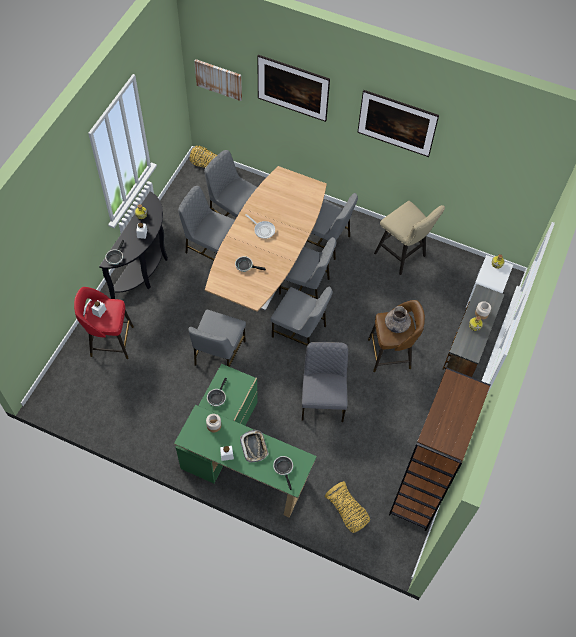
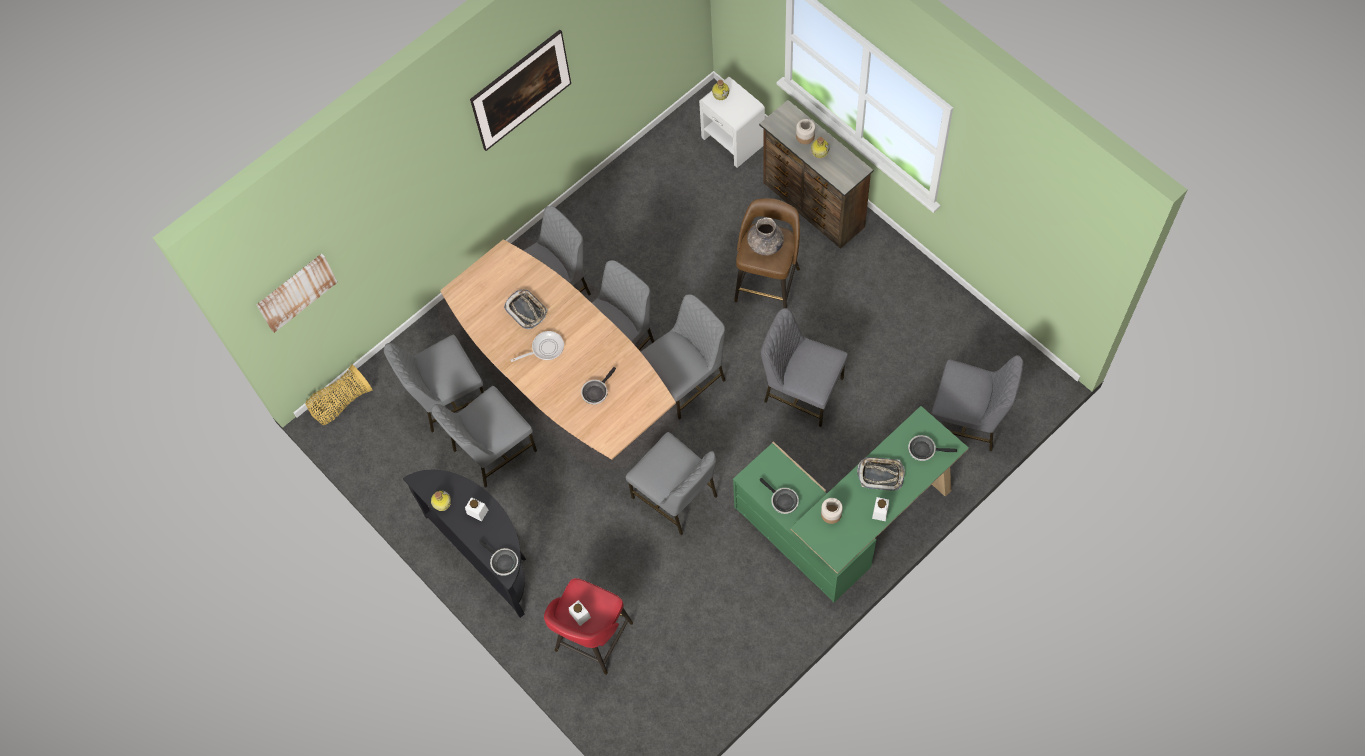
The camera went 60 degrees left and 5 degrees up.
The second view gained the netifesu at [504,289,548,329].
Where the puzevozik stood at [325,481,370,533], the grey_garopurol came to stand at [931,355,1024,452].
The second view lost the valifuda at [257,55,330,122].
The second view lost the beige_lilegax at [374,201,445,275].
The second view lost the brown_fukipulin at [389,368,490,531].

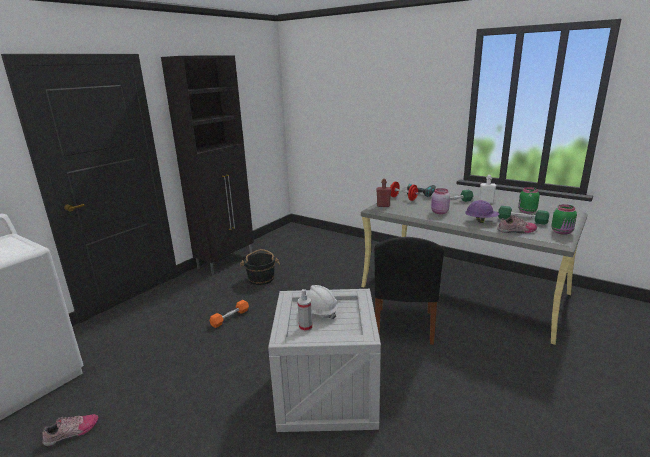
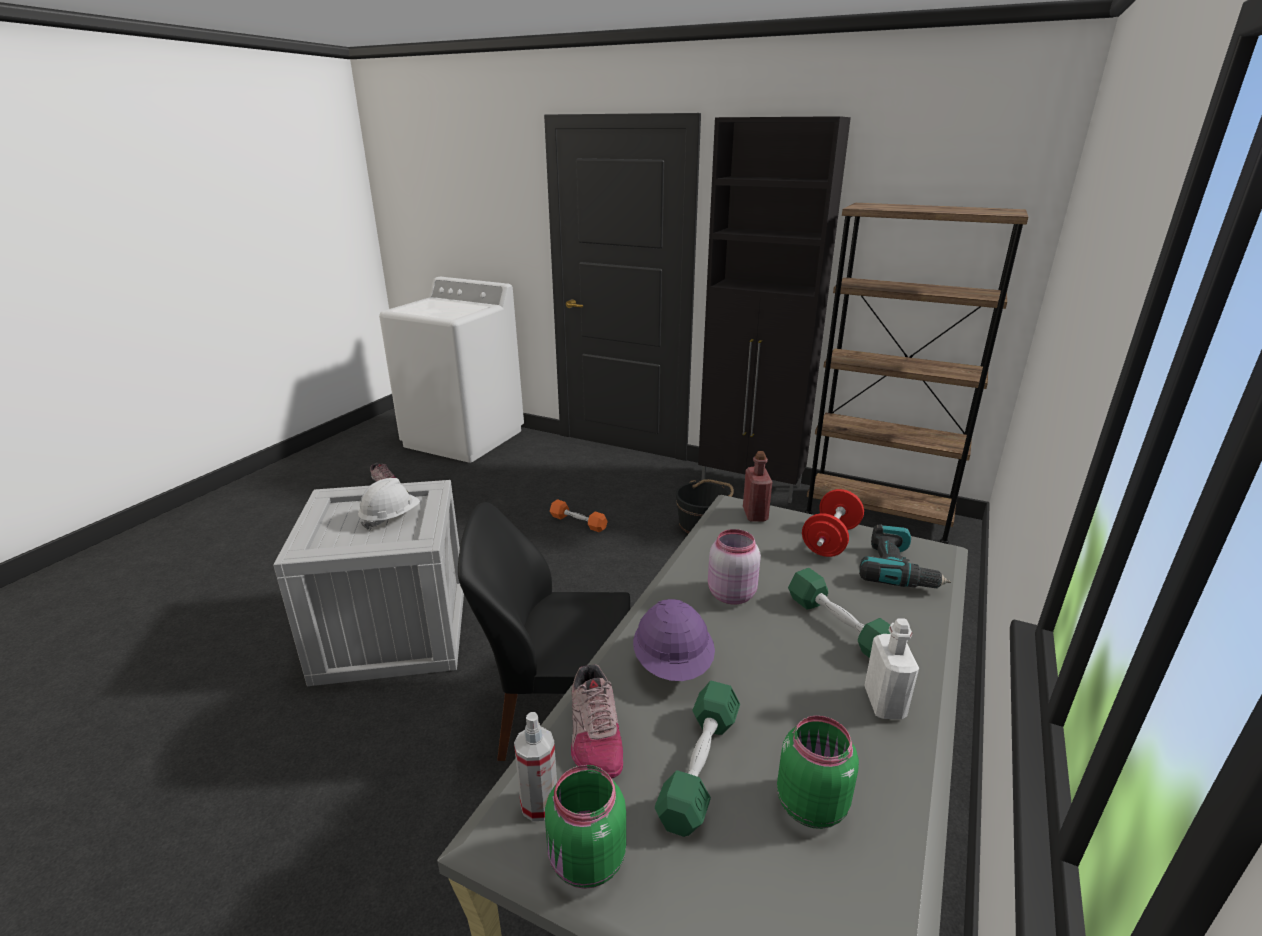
The camera went 80 degrees right and 5 degrees up.
The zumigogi ended up elsewhere, having gone from [297,289,313,332] to [514,712,557,821].
The second view gained the brown_fukipulin at [805,203,1028,544].

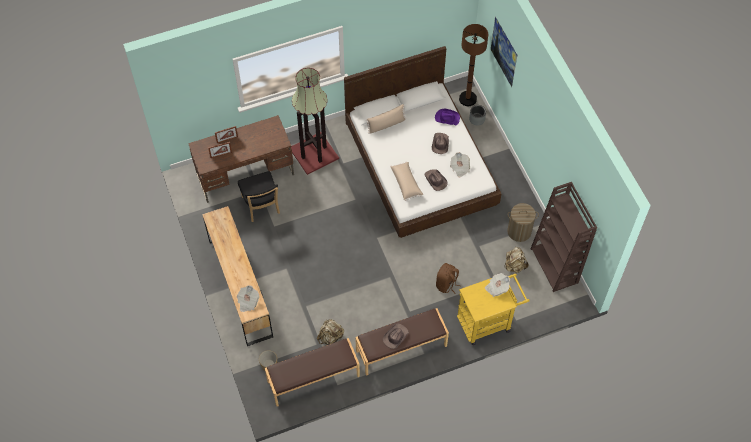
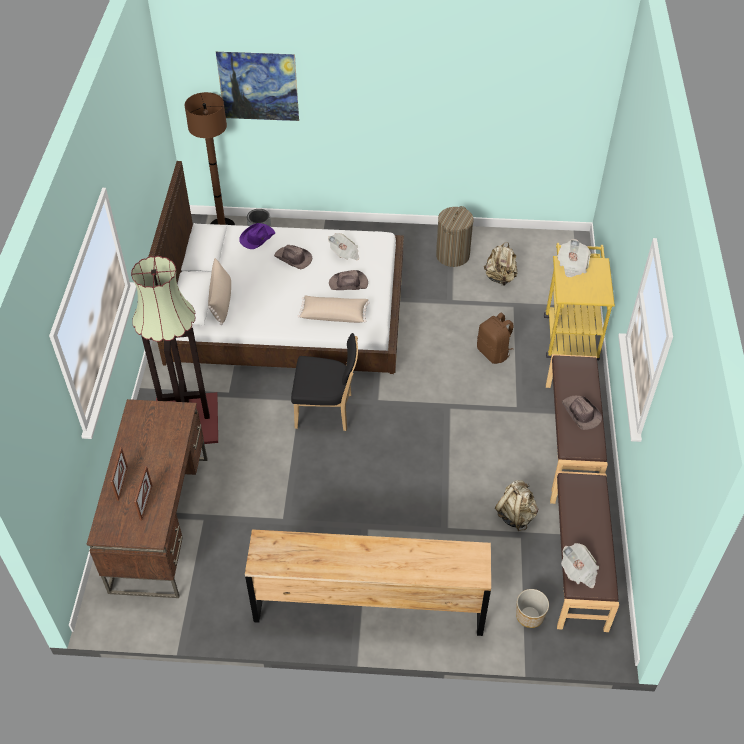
The camera went 65 degrees left and 10 degrees down.
The black_garopurol ended up elsewhere, having gone from [238,171,280,222] to [291,333,358,431].
The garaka ended up elsewhere, having gone from [237,285,259,312] to [561,543,599,588].
The second view lost the brown_fukipulin at [531,182,597,292].

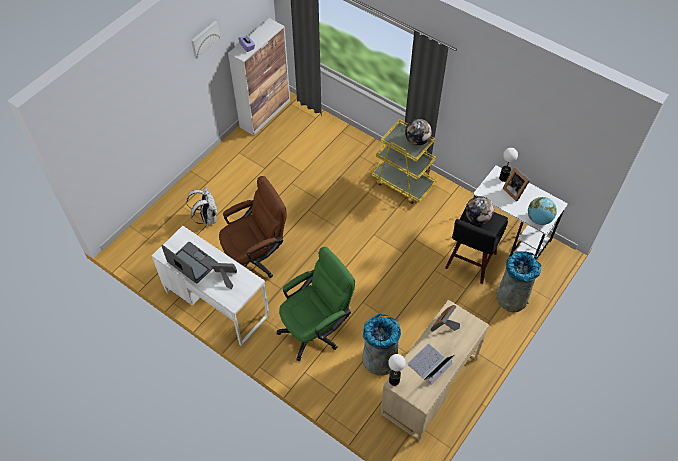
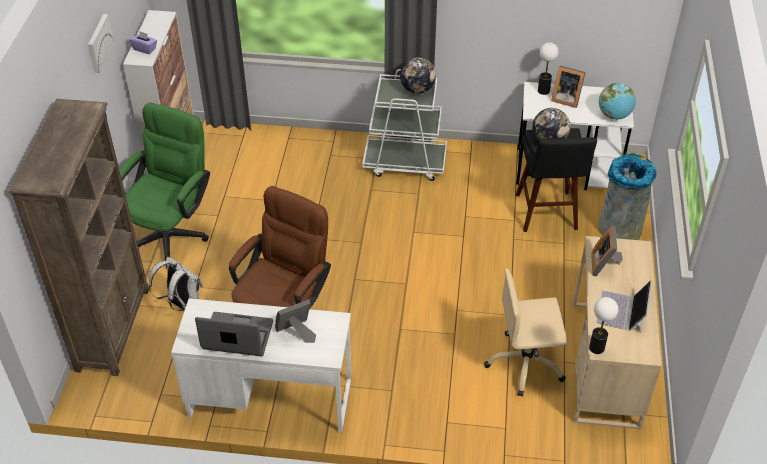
The camera went 30 degrees left and 10 degrees down.
The second view gained the brown_fukipulin at [8,99,149,376].
The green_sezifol ended up elsewhere, having gone from [277,247,355,361] to [119,102,210,269].
What was the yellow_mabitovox at [371,119,437,204] turned into the white_mabitovox at [362,69,447,181].
Where the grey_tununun stood at [362,314,401,375], the beige_sezifol came to stand at [484,268,568,397].

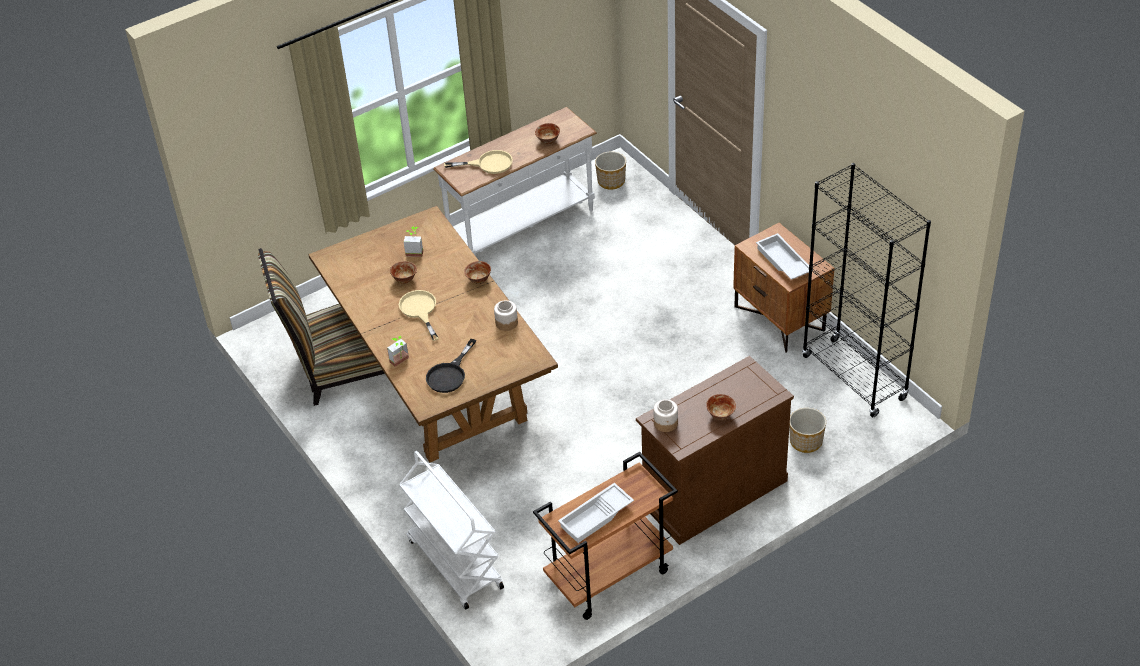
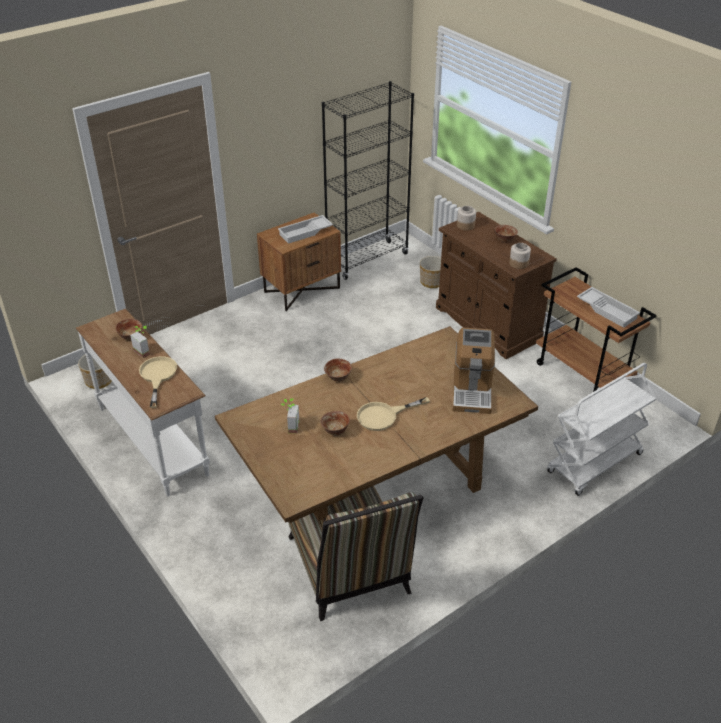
The camera went 95 degrees left and 5 degrees down.
The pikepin ended up elsewhere, having gone from [387,336,409,367] to [130,326,150,358].
Where the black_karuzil stood at [426,339,476,393], the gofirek came to stand at [453,328,495,414].
The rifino ended up elsewhere, having gone from [494,300,518,331] to [457,206,476,230].

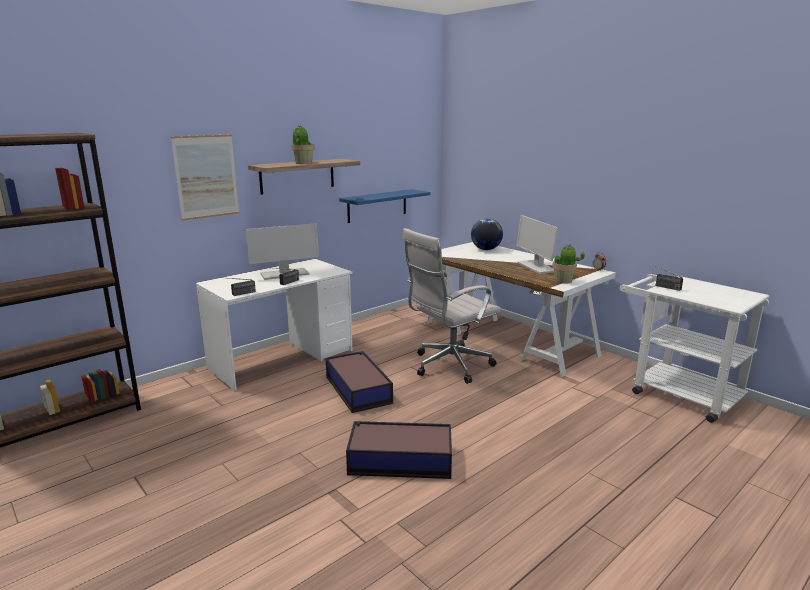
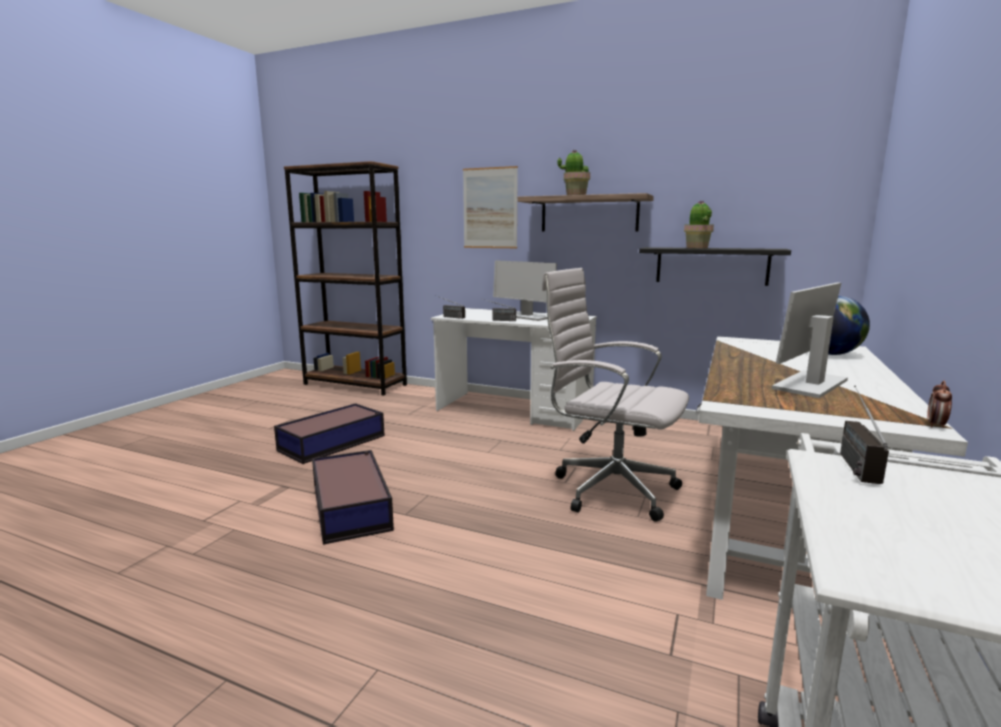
The camera went 65 degrees right and 5 degrees down.
The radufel ended up elsewhere, having gone from [326,351,393,413] to [274,403,385,464].
What was the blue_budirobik at [339,189,430,223] turned into the black_budirobik at [639,247,791,286].
The pikepin ended up elsewhere, having gone from [552,244,585,284] to [684,201,714,249].

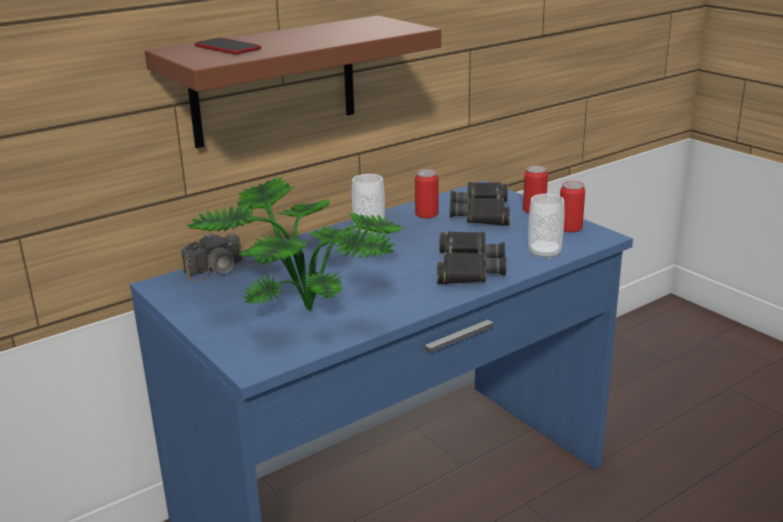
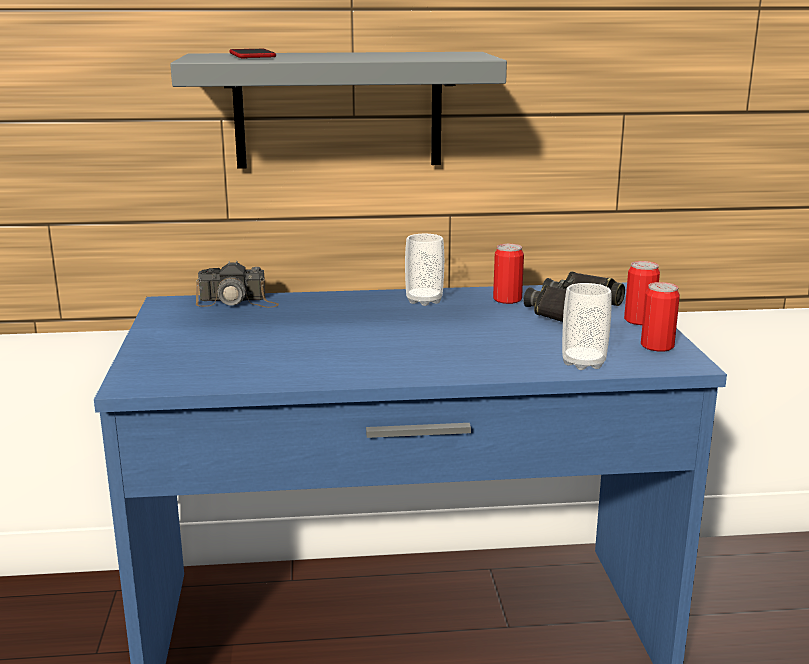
The camera went 30 degrees right and 5 degrees down.
What was the brown_budirobik at [145,15,441,148] turned into the grey_budirobik at [170,52,507,169].
The second view lost the pikepin at [187,177,404,311].
The second view lost the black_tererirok at [437,231,506,284].

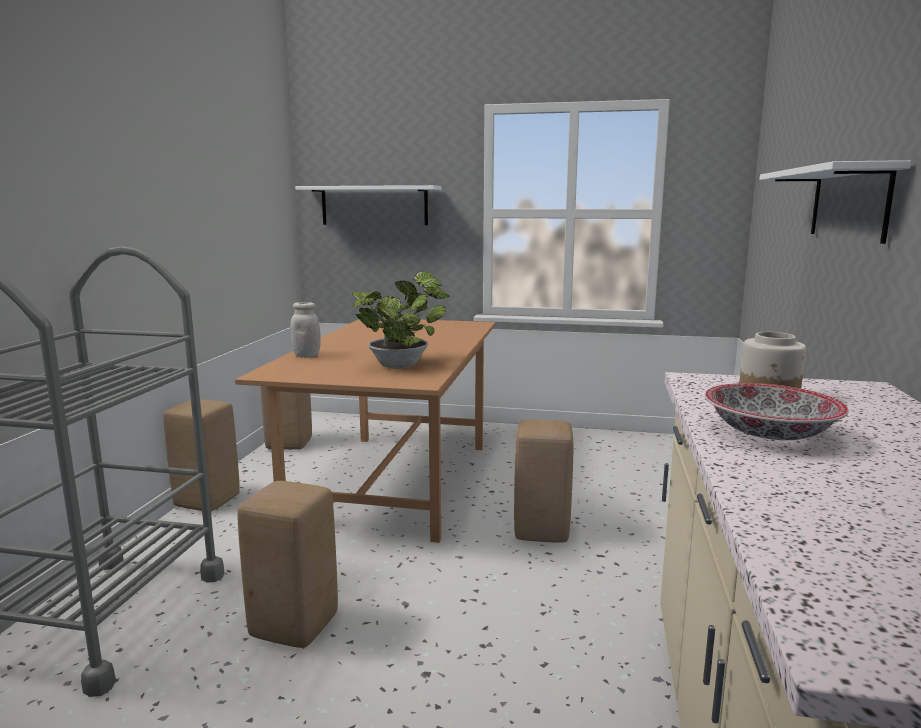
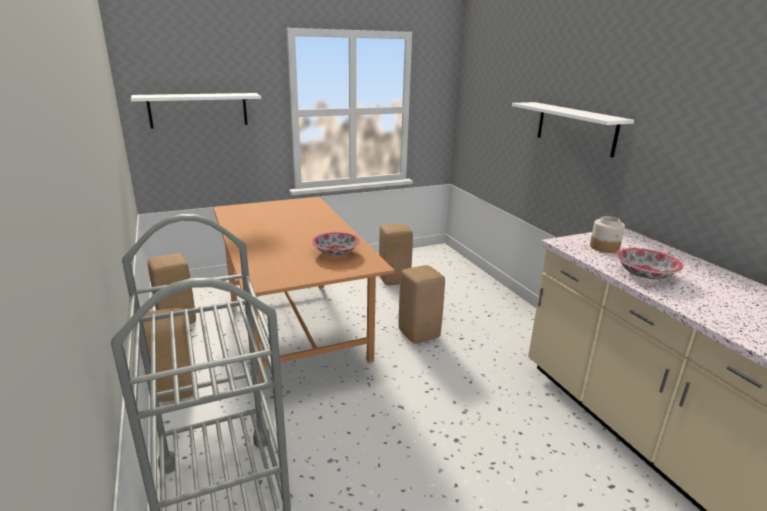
The camera went 35 degrees left and 10 degrees up.
Where the pikepin stood at [352,271,450,369], the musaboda came to stand at [312,232,360,256].
The beige_lilegax ended up elsewhere, having gone from [237,481,338,648] to [379,223,413,285].
The second view lost the white_rifino at [290,302,321,358].

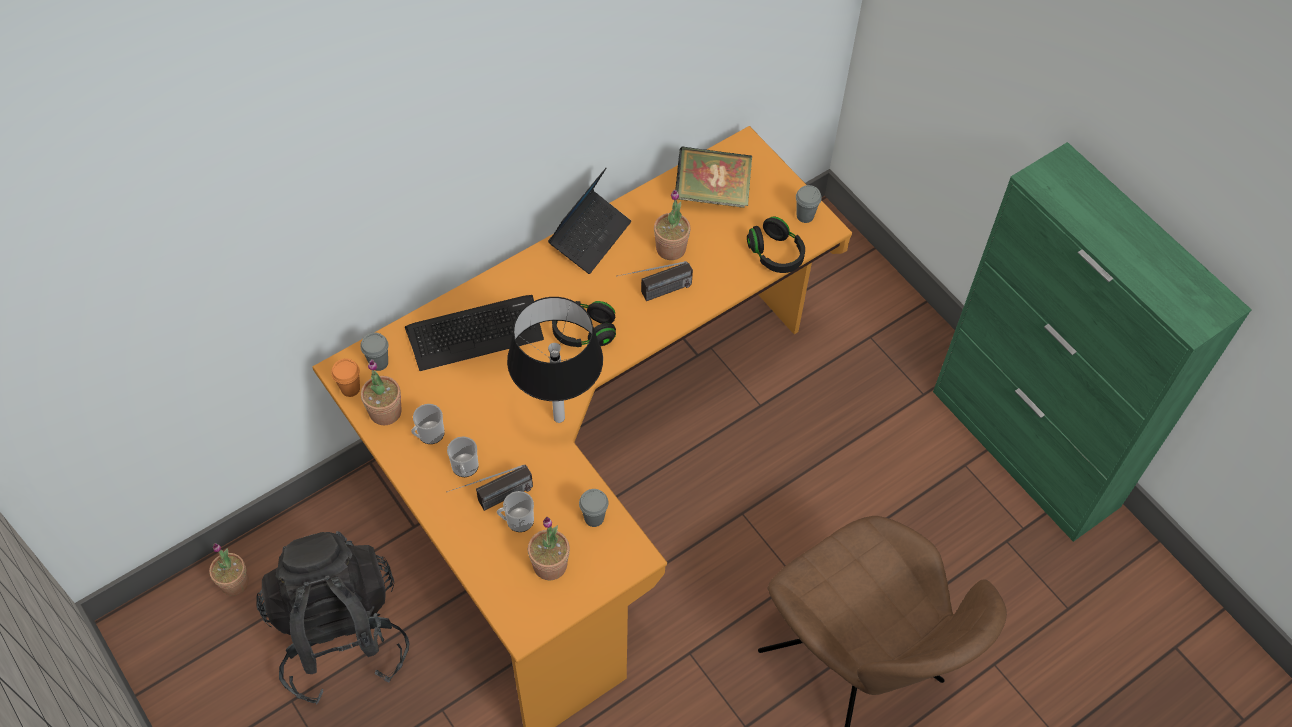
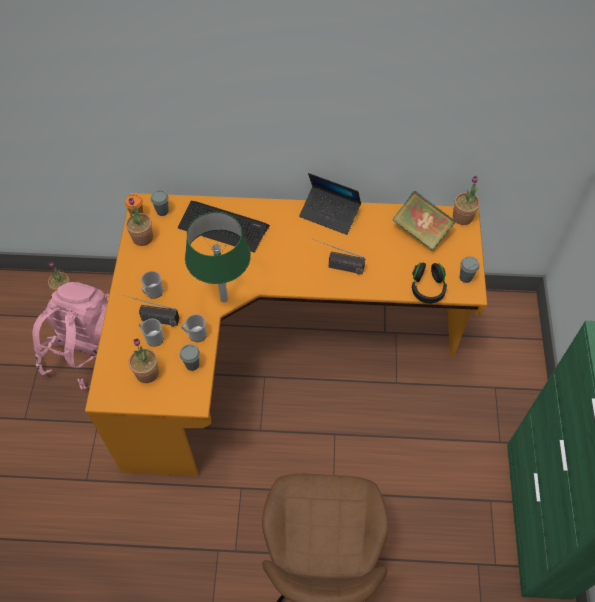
The camera went 40 degrees right and 0 degrees up.
What was the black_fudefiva at [256,531,410,704] turned into the pink_fudefiva at [32,282,109,389].
The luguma ended up elsewhere, having gone from [411,404,445,444] to [181,314,207,342].
What was the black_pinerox at [507,297,603,423] turned into the green_pinerox at [185,212,251,302].
The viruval at [548,168,631,274] ended up facing another way, 45 degrees clockwise from before.
The pikepin ended up elsewhere, having gone from [654,190,691,260] to [453,176,480,225].
The second view lost the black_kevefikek at [552,301,616,347].

